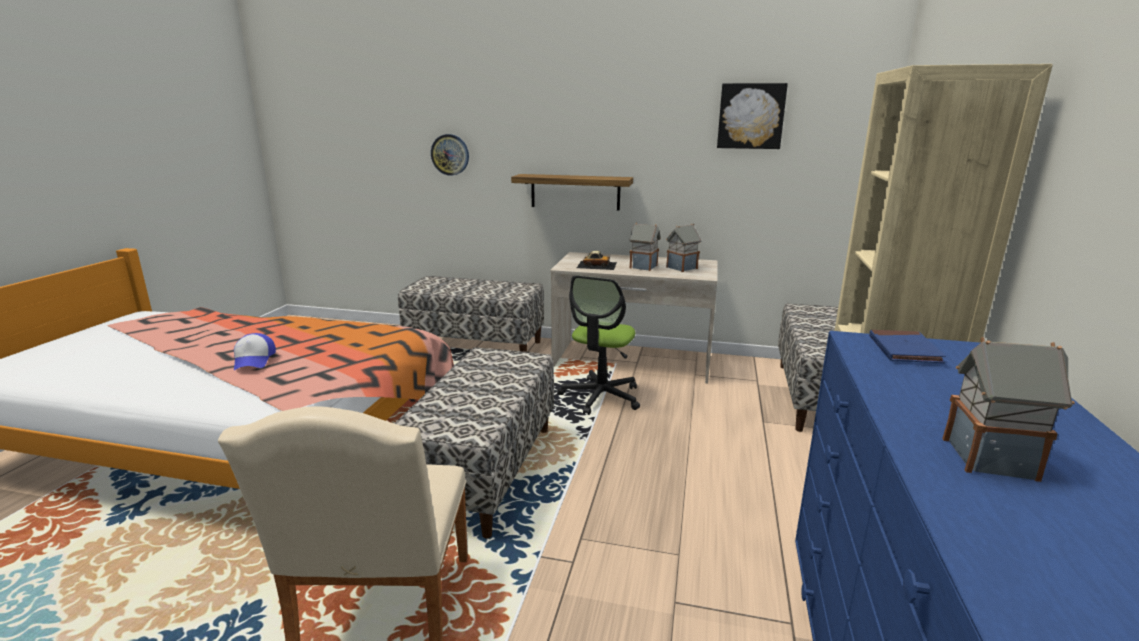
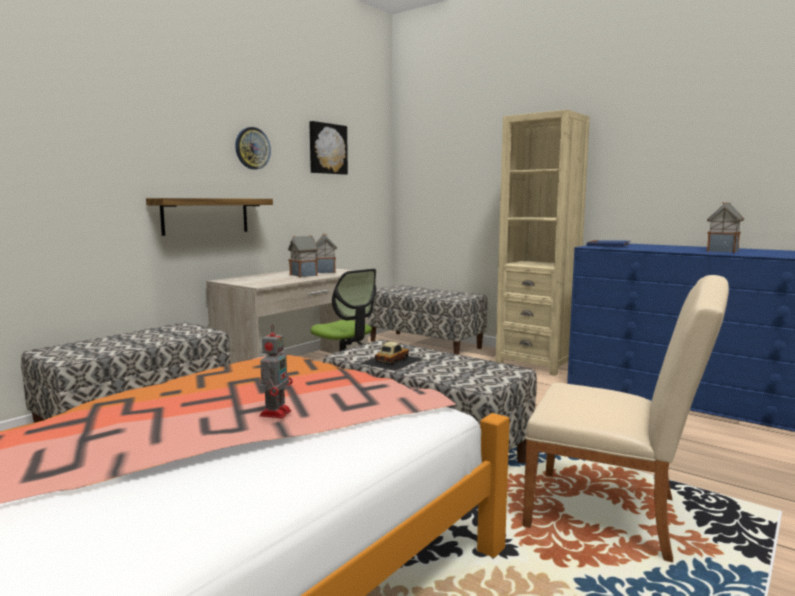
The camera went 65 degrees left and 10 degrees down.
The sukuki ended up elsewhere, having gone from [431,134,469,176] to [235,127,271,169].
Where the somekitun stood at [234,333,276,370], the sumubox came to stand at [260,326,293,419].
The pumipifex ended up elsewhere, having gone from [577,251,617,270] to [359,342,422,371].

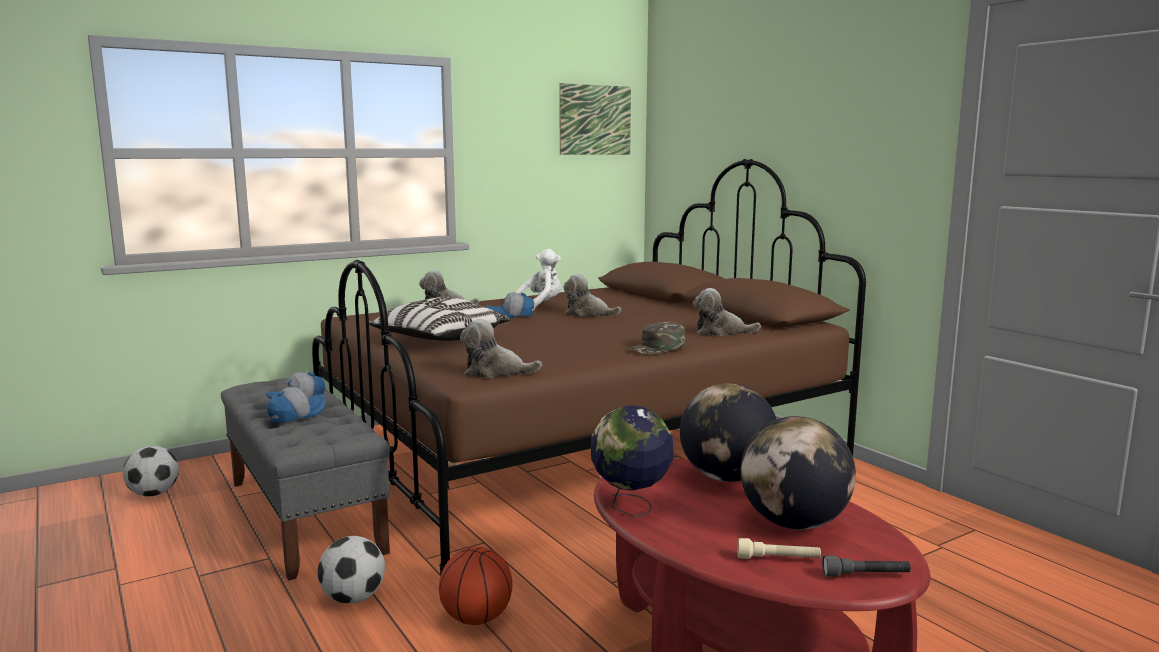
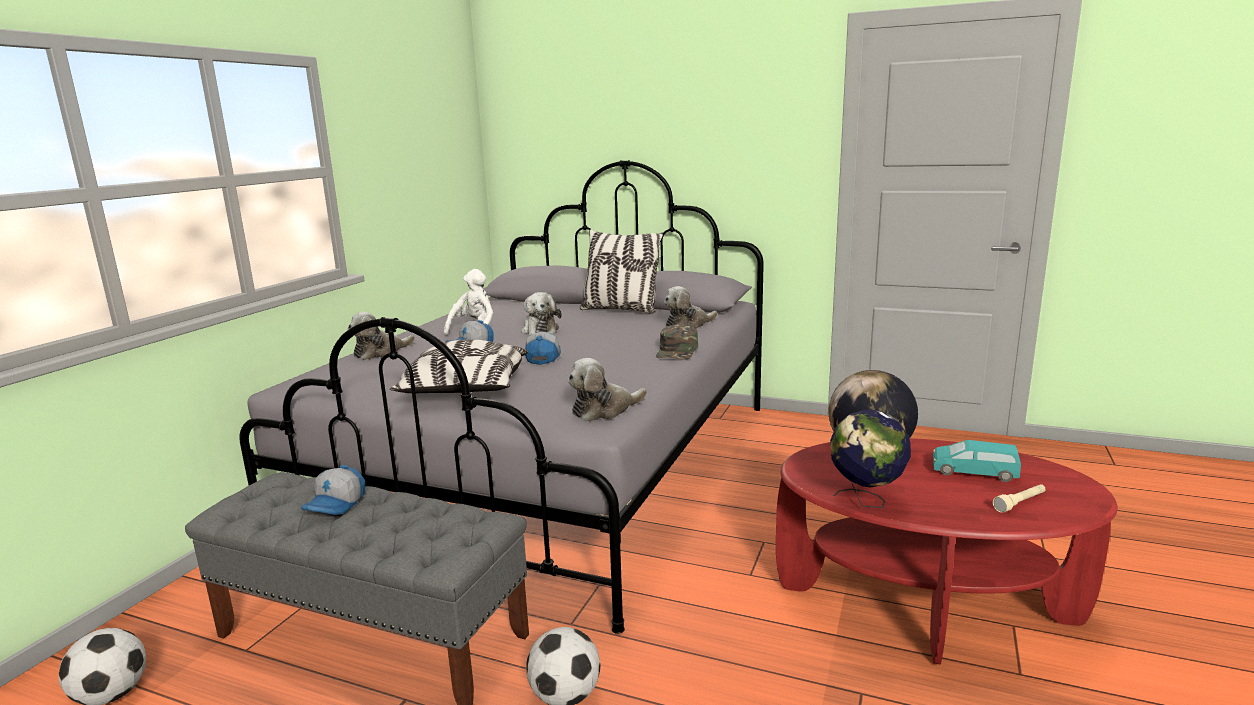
The camera went 35 degrees left and 5 degrees up.
What was the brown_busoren at [312,159,866,576] turned into the grey_busoren at [239,160,764,634].
The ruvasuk at [564,274,621,317] ended up facing another way, 90 degrees counterclockwise from before.
The somekitun ended up elsewhere, having gone from [266,387,326,423] to [525,332,561,365].
The second view gained the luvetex at [580,229,663,314].
Where the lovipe stood at [740,416,856,530], the turquoise_pumipifex came to stand at [933,440,1021,482].
The second view lost the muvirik at [439,547,512,625].
The second view lost the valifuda at [559,83,631,155].
The second view lost the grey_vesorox at [822,555,911,577].

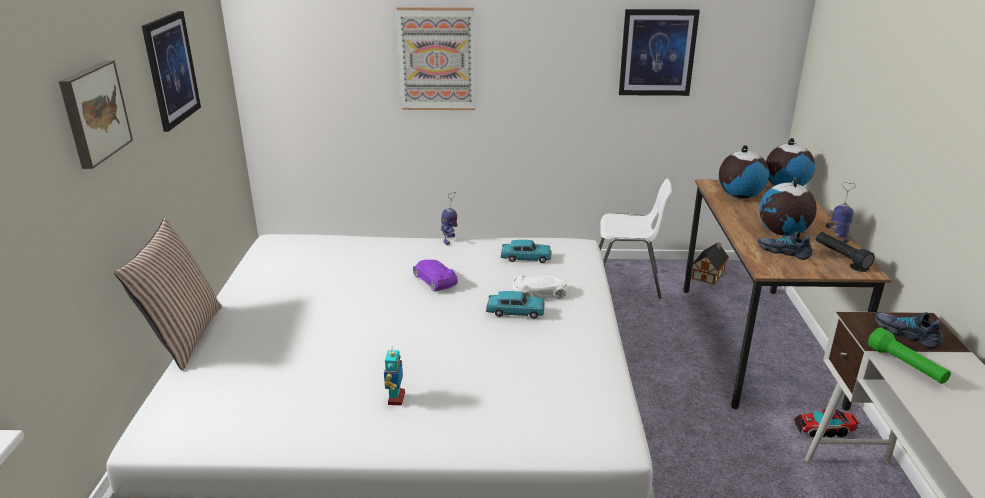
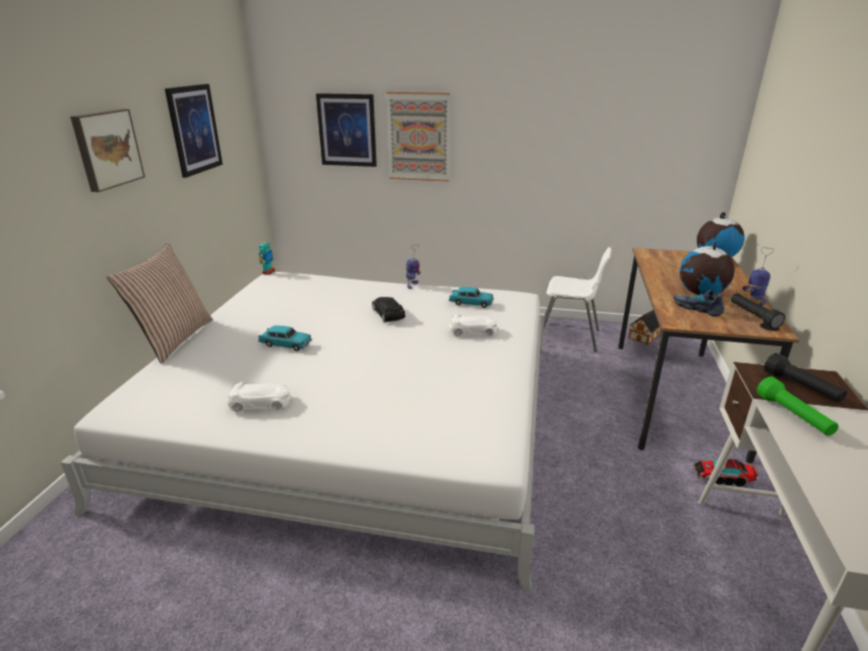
The camera went 10 degrees right and 0 degrees up.
The second view gained the white_pumipifex at [228,382,292,413].
The turquoise_pumipifex ended up elsewhere, having gone from [486,291,545,319] to [258,325,312,351].
The sumubox ended up elsewhere, having gone from [384,346,405,405] to [259,239,275,275].
The valifuda ended up elsewhere, having gone from [619,9,700,96] to [316,93,377,167].
What was the purple_pumipifex at [413,260,458,291] turned into the black_pumipifex at [372,297,405,322].
Where the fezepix stood at [874,312,943,349], the black_vesorox came to stand at [764,353,847,403].
The second view lost the lovipe at [719,145,769,198].

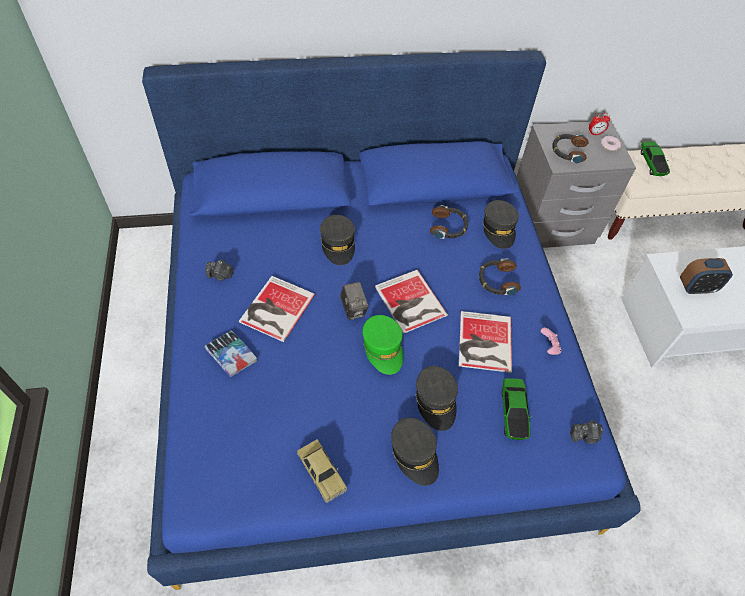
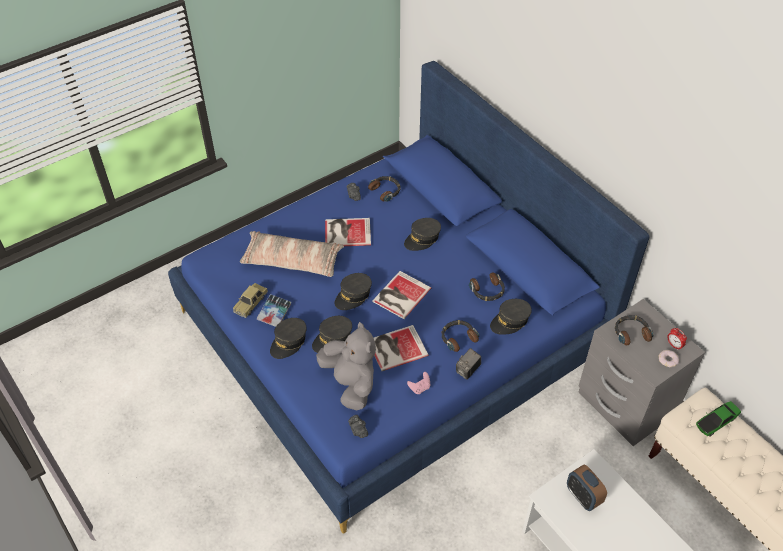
The camera went 65 degrees right and 5 degrees down.
The second view gained the luvetex at [240,231,344,277].
The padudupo ended up elsewhere, having gone from [205,331,257,377] to [257,294,291,327].
Where the pumipifex stood at [502,378,532,440], the grey_ruvasuk came to stand at [316,322,376,410].
What was the green_somekitun at [363,315,403,375] turned into the grey_somekitun at [335,273,372,310].
The second view gained the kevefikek at [368,176,401,202].
The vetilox ended up elsewhere, having gone from [340,282,369,320] to [456,348,481,380].

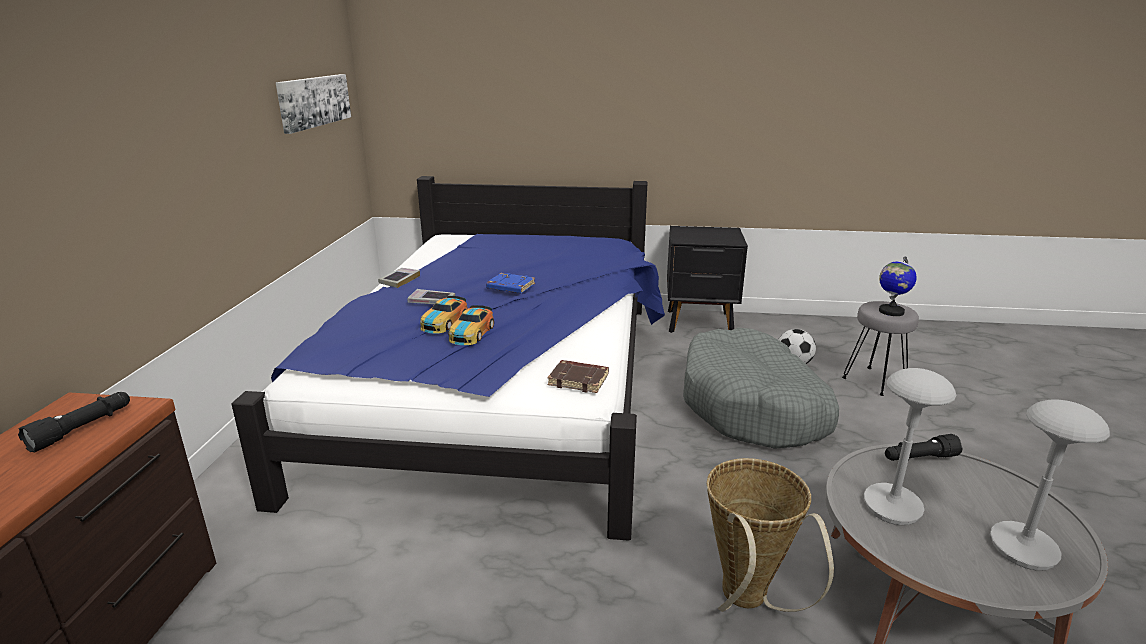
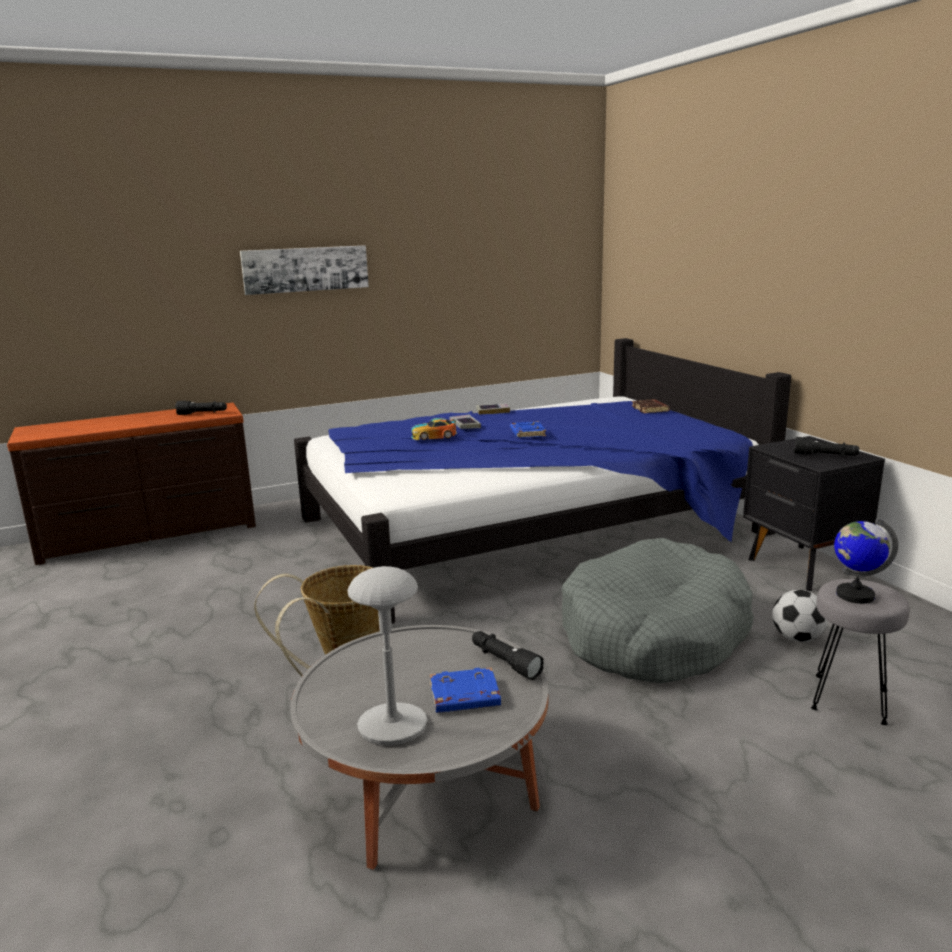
The camera went 60 degrees right and 5 degrees down.
The valifuda ended up elsewhere, having gone from [276,74,351,134] to [240,245,369,295].
The second view gained the blue_padudupo at [430,667,501,713].
The brown_padudupo ended up elsewhere, having gone from [547,360,609,393] to [632,399,670,413].
The second view gained the black_vesorox at [794,437,859,457].
The second view lost the pumipifex at [448,305,494,345].
The second view lost the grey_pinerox at [864,368,956,525].

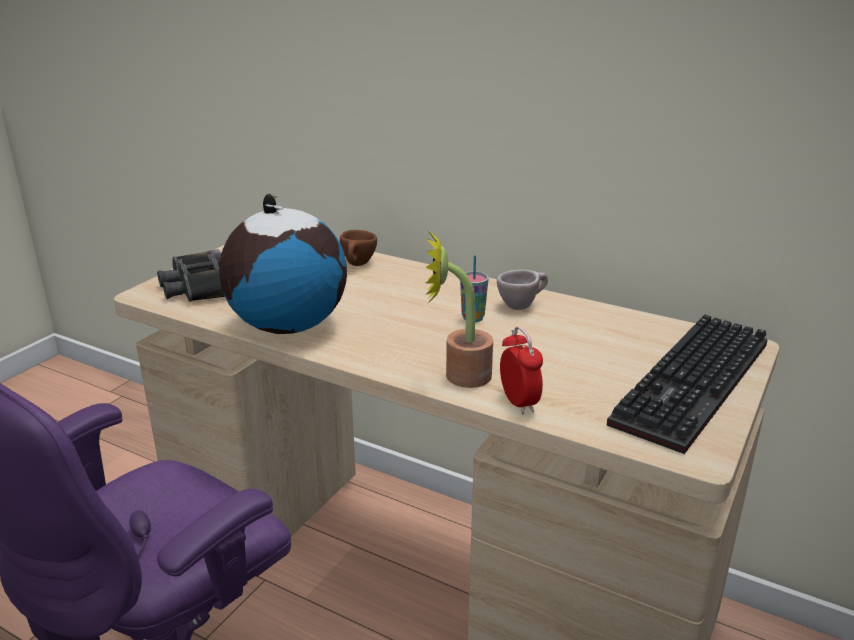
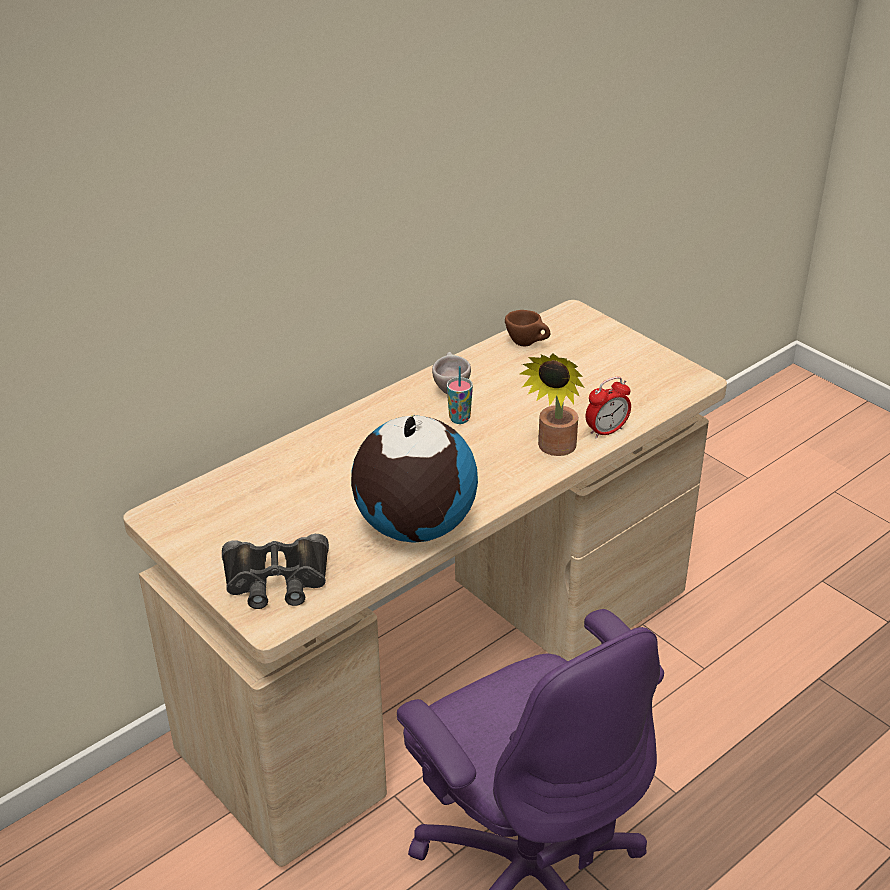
The camera went 70 degrees left and 10 degrees up.
The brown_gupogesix ended up elsewhere, having gone from [340,230,377,266] to [505,310,550,346].
The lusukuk at [500,326,543,414] ended up facing another way, 150 degrees clockwise from before.
The second view lost the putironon at [607,314,768,454].

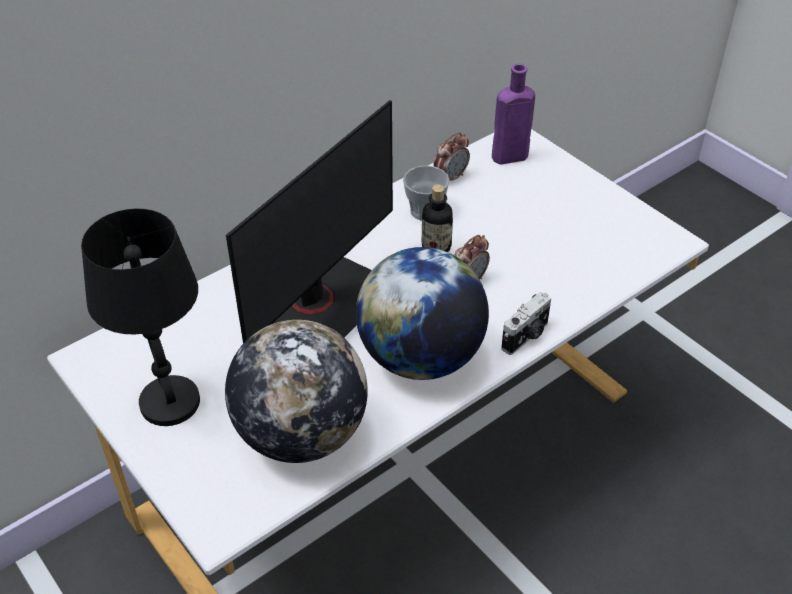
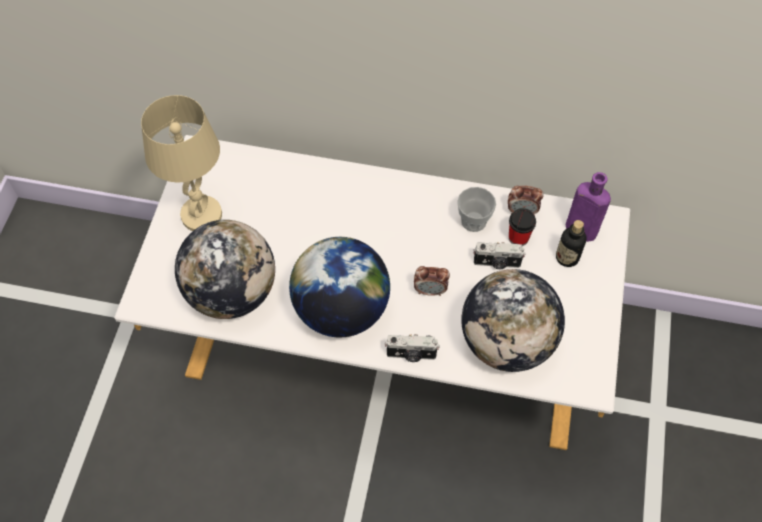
The camera went 50 degrees right and 15 degrees up.
What was the black_pinerox at [81,208,200,426] turned into the beige_pinerox at [141,95,222,231].
The second view gained the lovipe at [461,269,565,372].
The second view gained the vetilox at [473,242,525,269].
The second view gained the gupogesix at [509,208,536,246].
The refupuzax ended up elsewhere, having gone from [422,184,453,252] to [556,220,587,267].
The second view lost the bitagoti at [226,100,393,343].

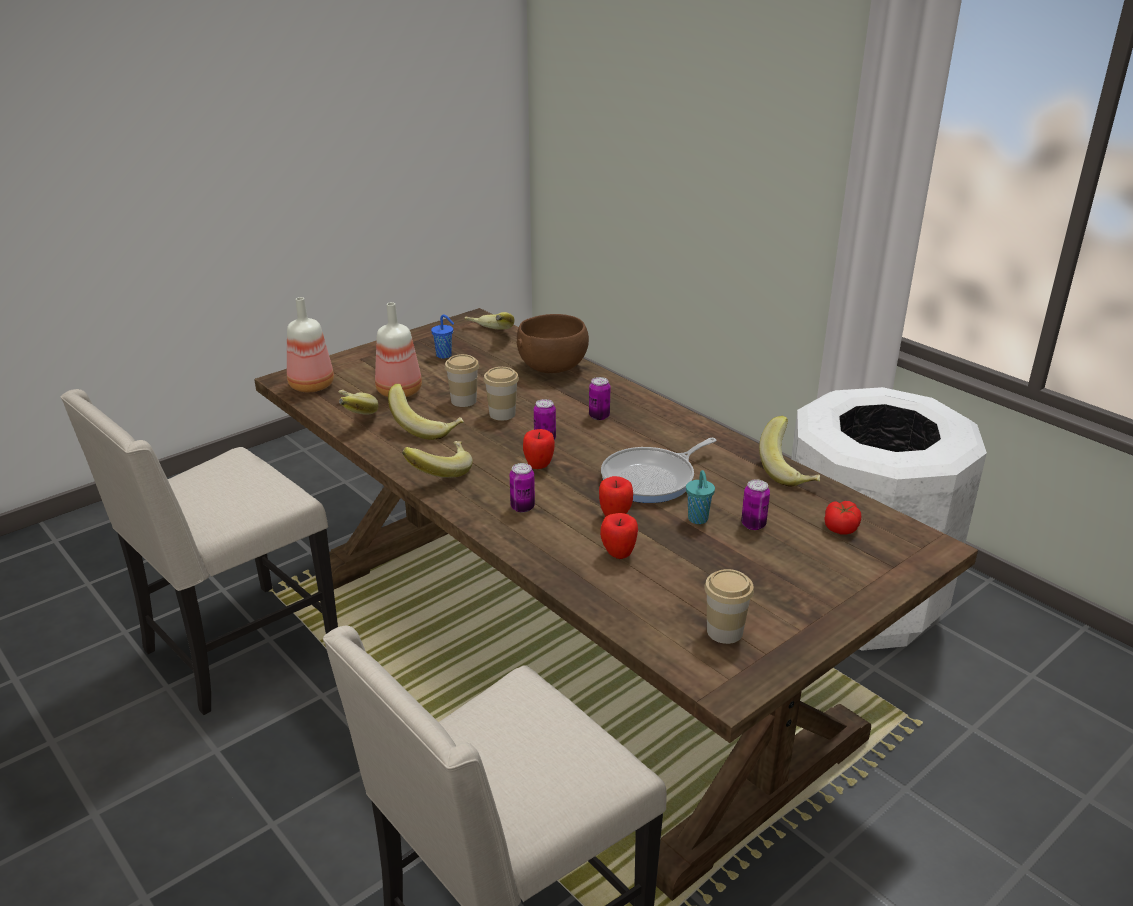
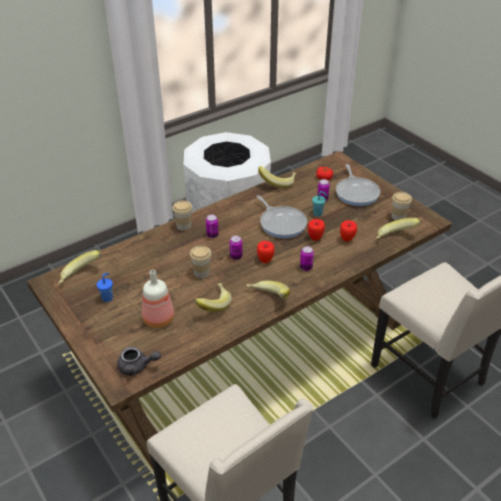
The camera went 85 degrees left and 10 degrees up.
Where the refupuzax stood at [287,297,334,392], the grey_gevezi came to stand at [117,347,161,376].
The gupogesix ended up elsewhere, having gone from [445,354,479,407] to [172,200,192,231].
The second view gained the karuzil at [336,164,380,206].
The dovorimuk ended up elsewhere, having gone from [339,390,379,415] to [376,218,421,239].
The second view lost the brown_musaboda at [517,314,589,373].

